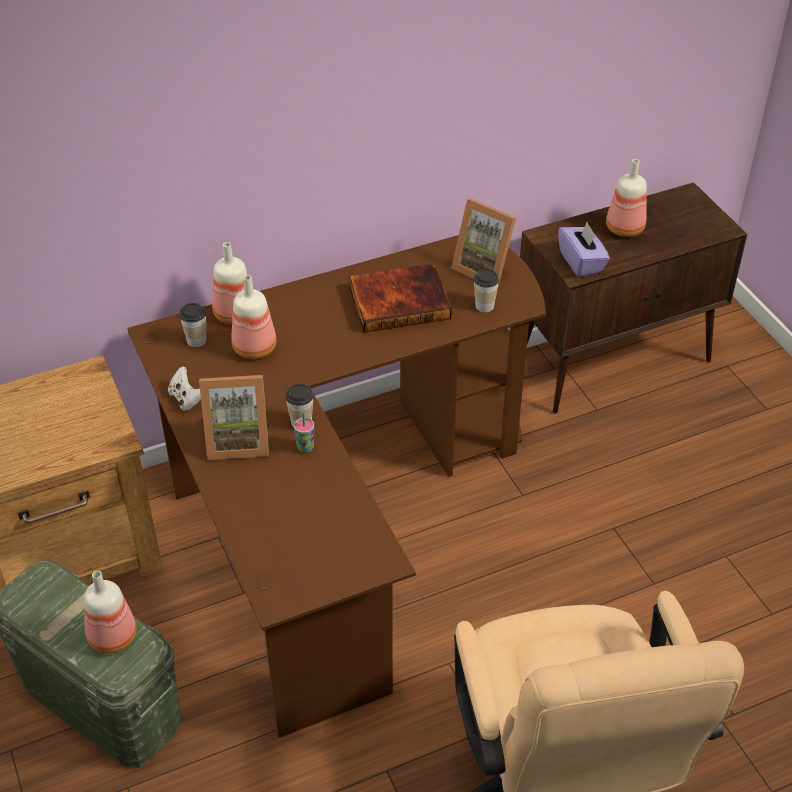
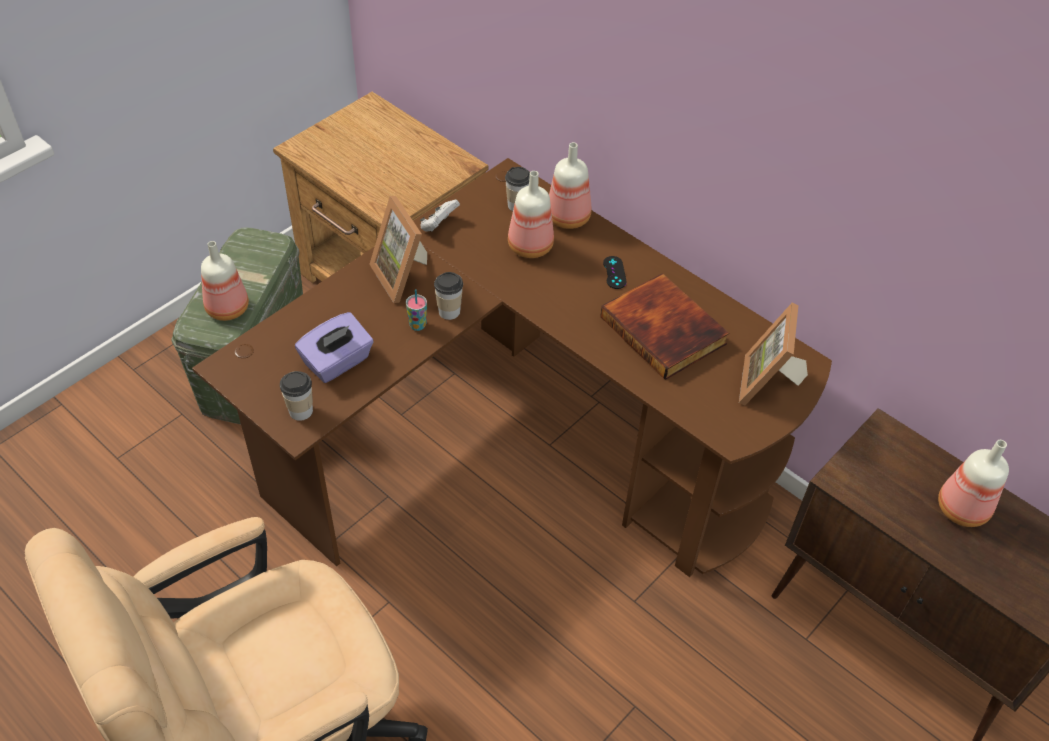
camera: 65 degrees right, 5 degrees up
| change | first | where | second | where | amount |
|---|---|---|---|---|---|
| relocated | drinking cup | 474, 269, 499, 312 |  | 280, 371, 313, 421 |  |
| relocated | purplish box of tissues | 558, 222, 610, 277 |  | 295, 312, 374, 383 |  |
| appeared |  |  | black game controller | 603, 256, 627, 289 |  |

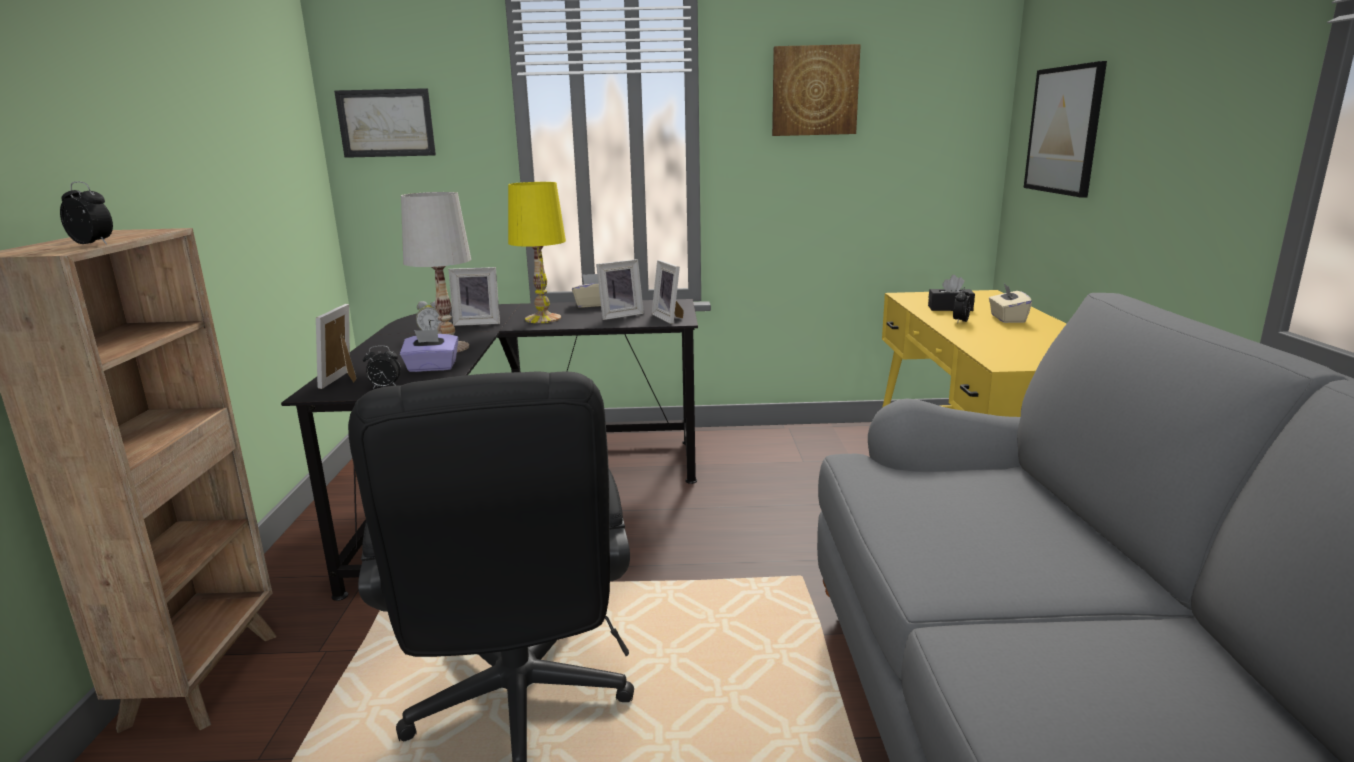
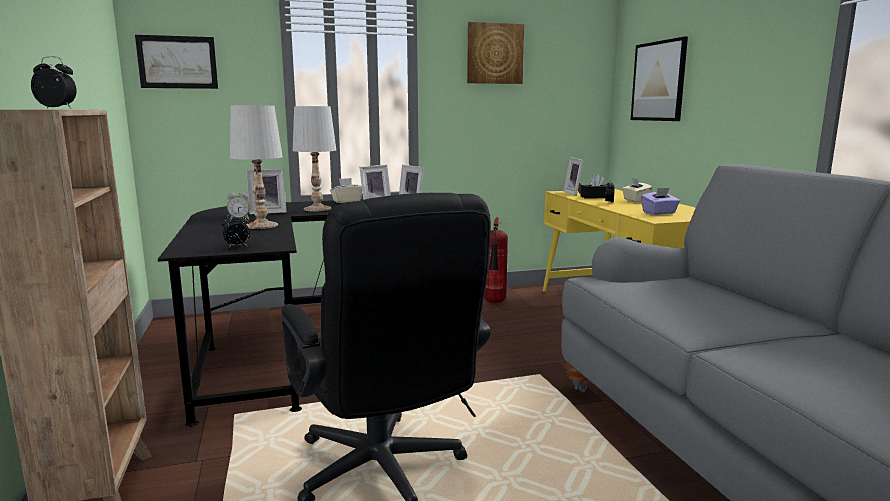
camera: 15 degrees left, 5 degrees down
| change | first | where | second | where | amount |
|---|---|---|---|---|---|
| colour | yellowish lamp for a table | 508, 182, 566, 323 | whitish lamp for a table | 293, 106, 336, 212 |  |
| appeared |  |  | fire extinguisher | 484, 217, 508, 303 |  |
| relocated | picture frame | 316, 304, 357, 389 |  | 564, 157, 584, 196 |  |
| relocated | purplish box of tissues | 400, 330, 458, 372 |  | 641, 188, 680, 215 |  |

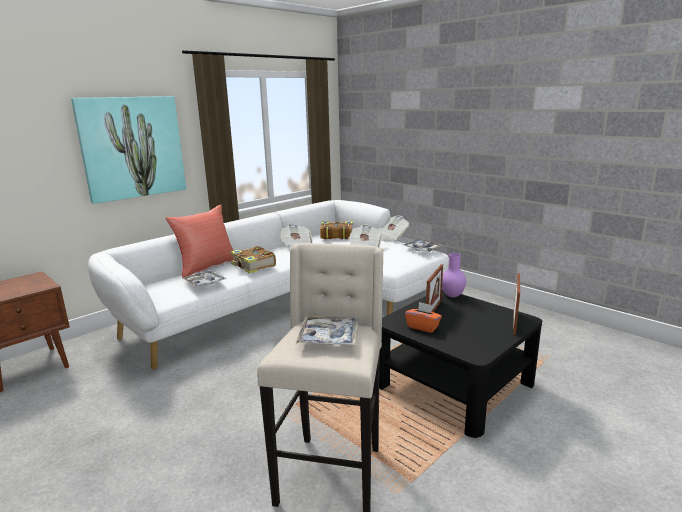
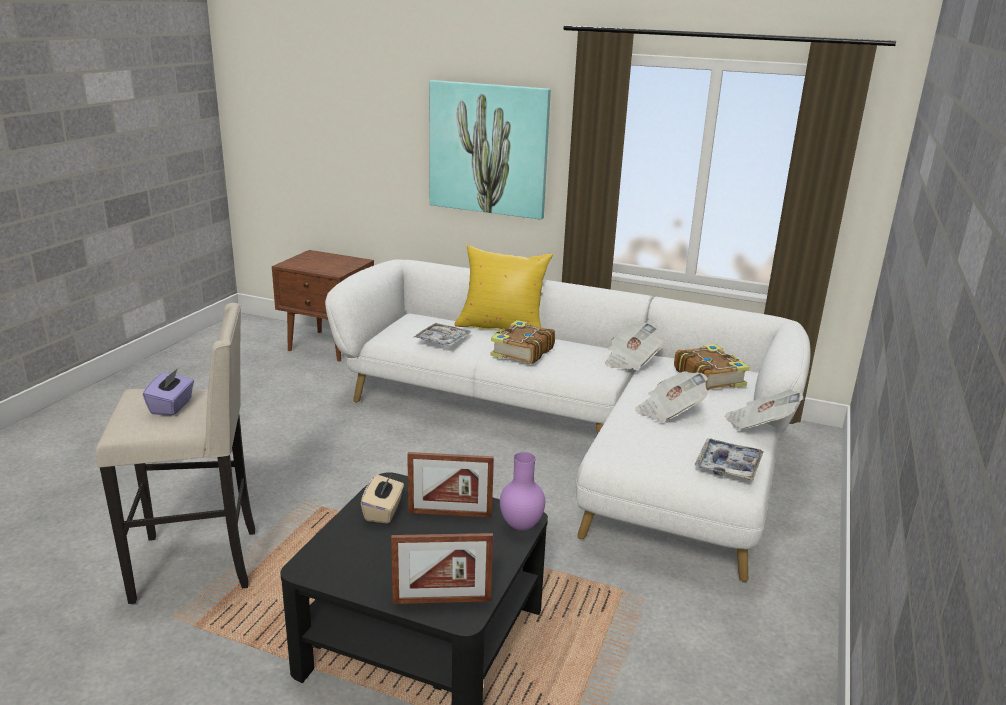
camera: 65 degrees right, 5 degrees up
| change | first | where | second | where | amount |
|---|---|---|---|---|---|
| exchanged | carrying tray | 296, 316, 358, 345 | purplish box of tissues | 143, 368, 194, 416 |  |
| colour | orange box of tissues | 405, 302, 442, 333 | beige box of tissues | 361, 475, 404, 523 |  |
| colour | reddish throw pillow | 165, 205, 234, 277 | yellowish throw pillow | 454, 245, 553, 329 |  |

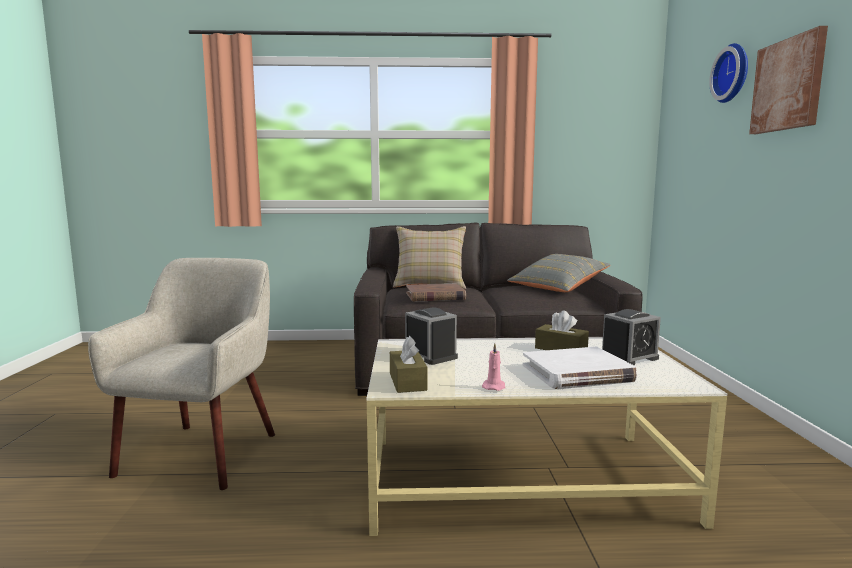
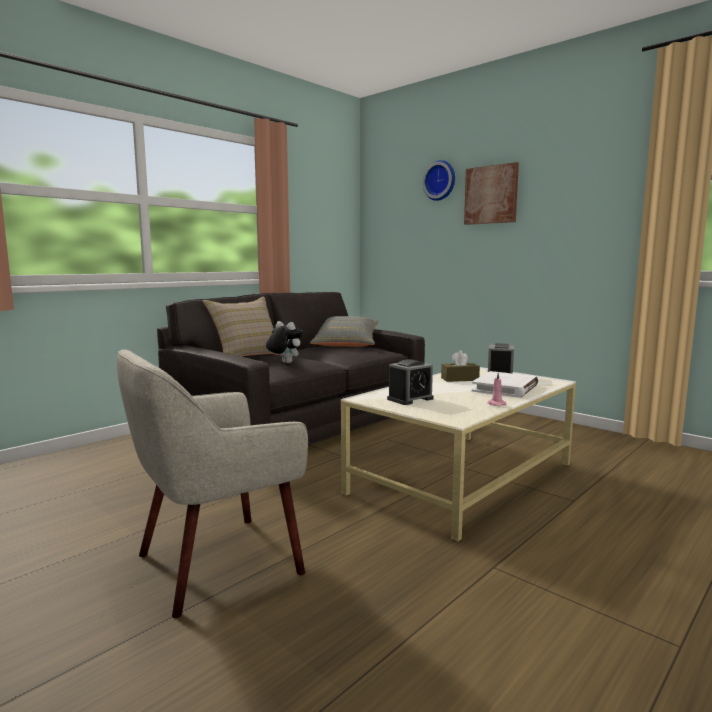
camera: 45 degrees left, 0 degrees up
| change | first | where | second | where | amount |
|---|---|---|---|---|---|
| spun | beige easy chair | 88, 258, 275, 490 |  | 117, 349, 308, 618 | 90 degrees counterclockwise |
| exchanged | brown-coloured book | 406, 283, 466, 301 | cuddly toy | 266, 321, 303, 363 |  |
| spun | alarm clock | 405, 307, 458, 365 |  | 387, 359, 433, 405 | 135 degrees clockwise |
| missing | brown-coloured box of tissues | 390, 336, 427, 393 |  |  |  |

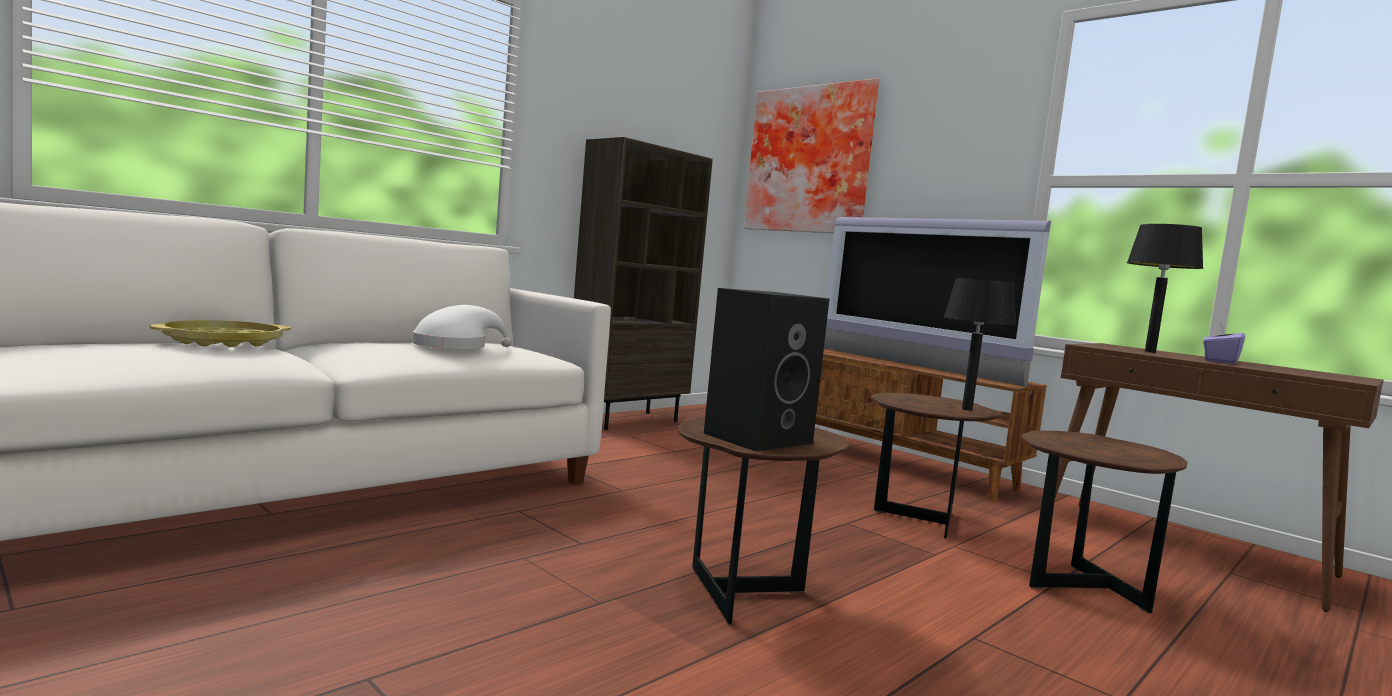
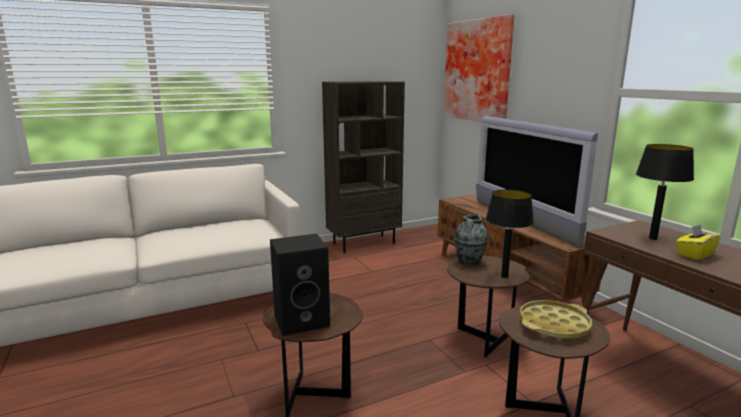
camera: 20 degrees right, 10 degrees up
| change | first | where | second | where | amount |
|---|---|---|---|---|---|
| appeared |  |  | decorative vase | 454, 214, 489, 266 |  |
| relocated | yellowish carrying tray | 150, 320, 291, 347 |  | 520, 300, 592, 340 |  |
| colour | purplish box of tissues | 1203, 322, 1245, 364 | yellowish box of tissues | 676, 224, 720, 261 |  |
| missing | whitish clothing hat | 412, 305, 512, 349 |  |  |  |

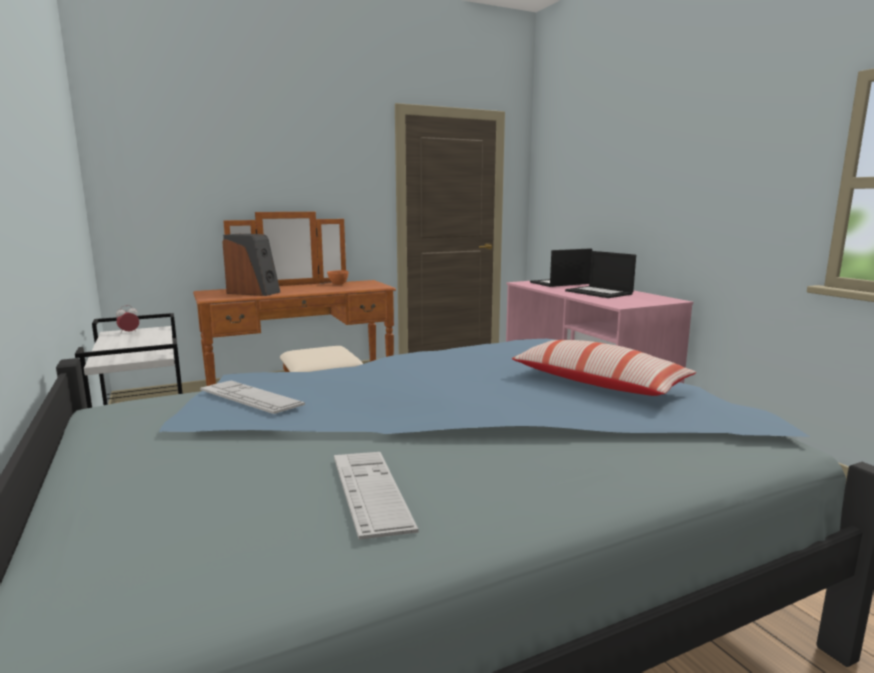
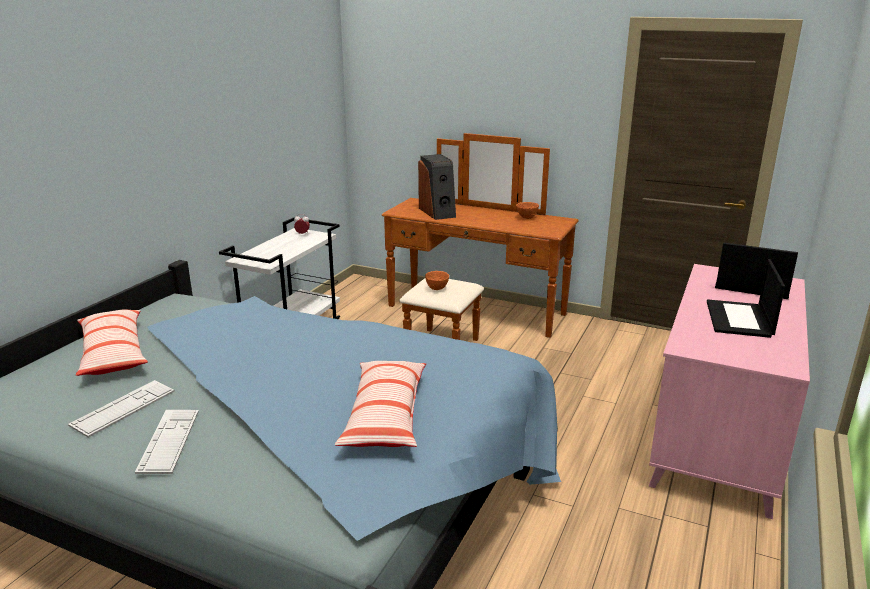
camera: 50 degrees right, 10 degrees up
| change | first | where | second | where | amount |
|---|---|---|---|---|---|
| appeared |  |  | throw pillow | 76, 309, 148, 376 |  |
| relocated | computer keyboard | 200, 381, 305, 414 |  | 135, 410, 199, 474 |  |
| appeared |  |  | orange deep dish | 425, 271, 449, 290 |  |

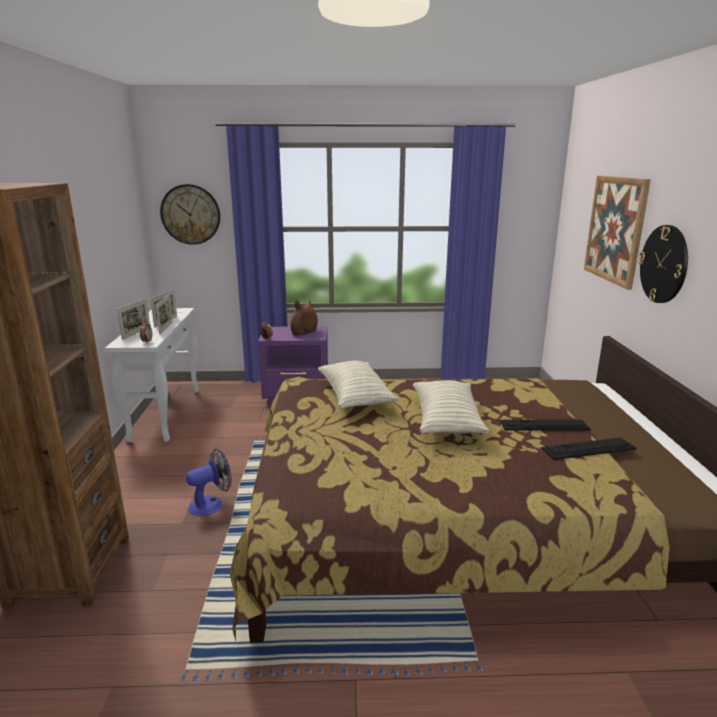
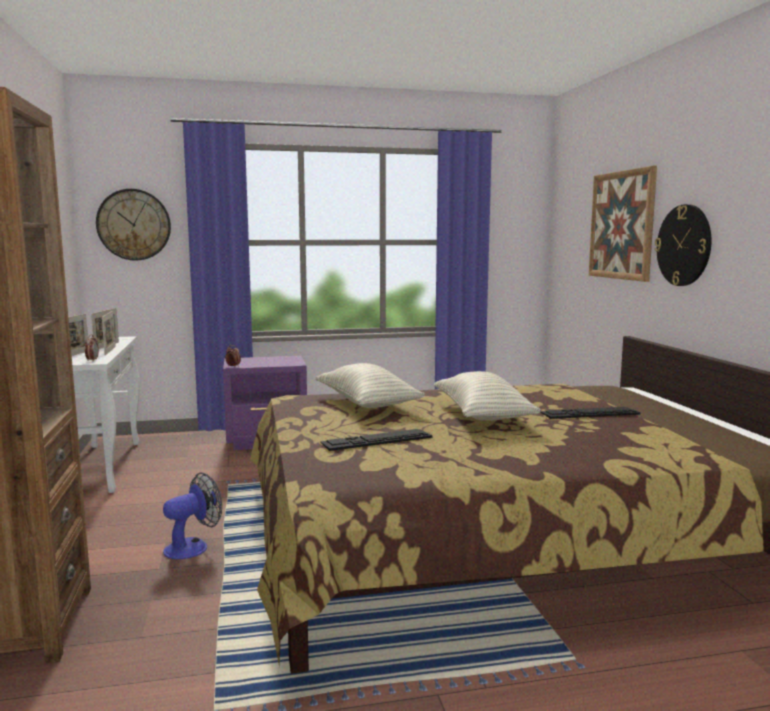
camera: 10 degrees left, 10 degrees down
| change | first | where | second | where | amount |
|---|---|---|---|---|---|
| relocated | computer keyboard | 541, 437, 637, 460 |  | 320, 429, 433, 451 |  |
| missing | brown-coloured decorative vase | 291, 300, 318, 336 |  |  |  |

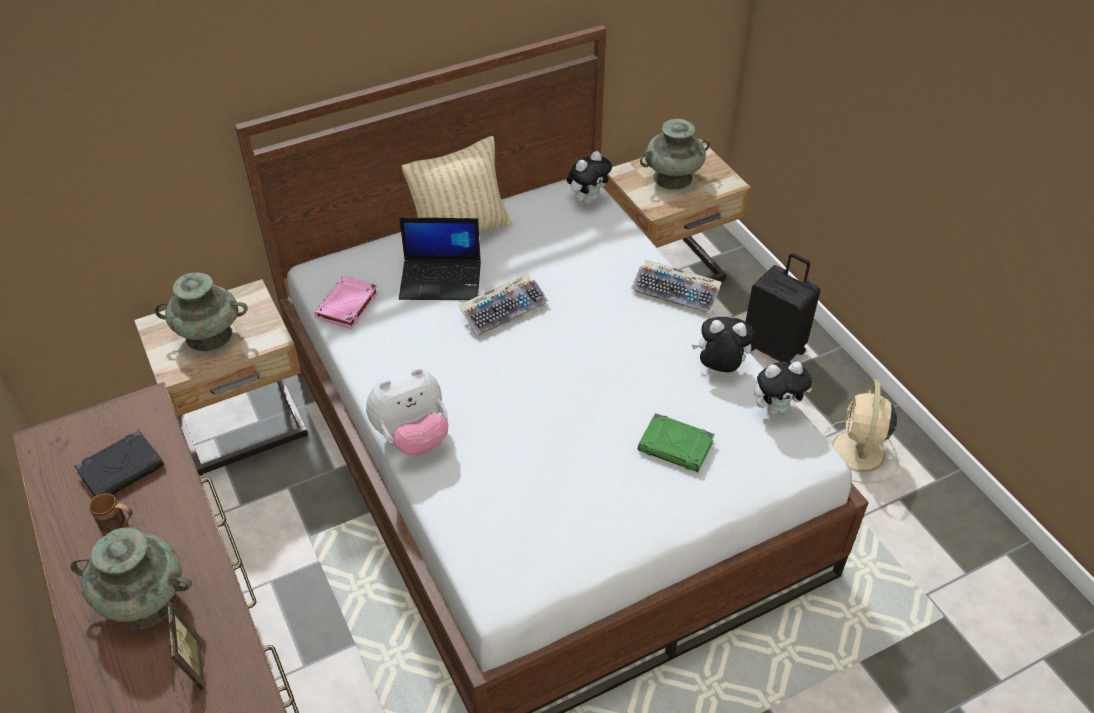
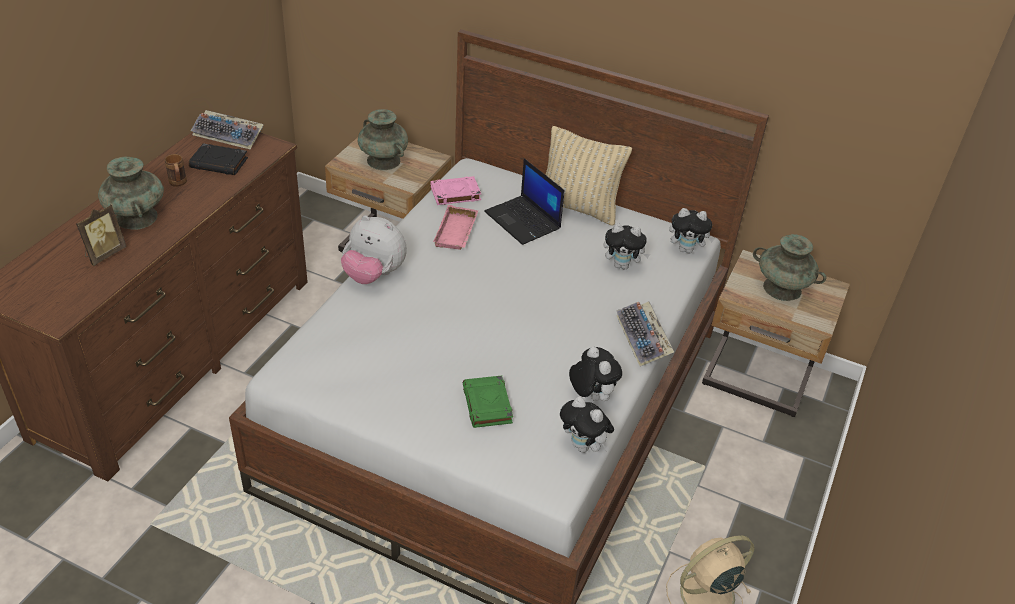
camera: 50 degrees right, 5 degrees down
| change | first | where | second | where | amount |
|---|---|---|---|---|---|
| relocated | computer keyboard | 458, 274, 548, 338 |  | 190, 110, 264, 150 |  |
| appeared |  |  | pinkish carrying tray | 433, 205, 478, 250 |  |
| appeared |  |  | cuddly toy | 603, 223, 650, 270 |  |
| missing | black piece of luggage | 745, 253, 821, 364 |  |  |  |

